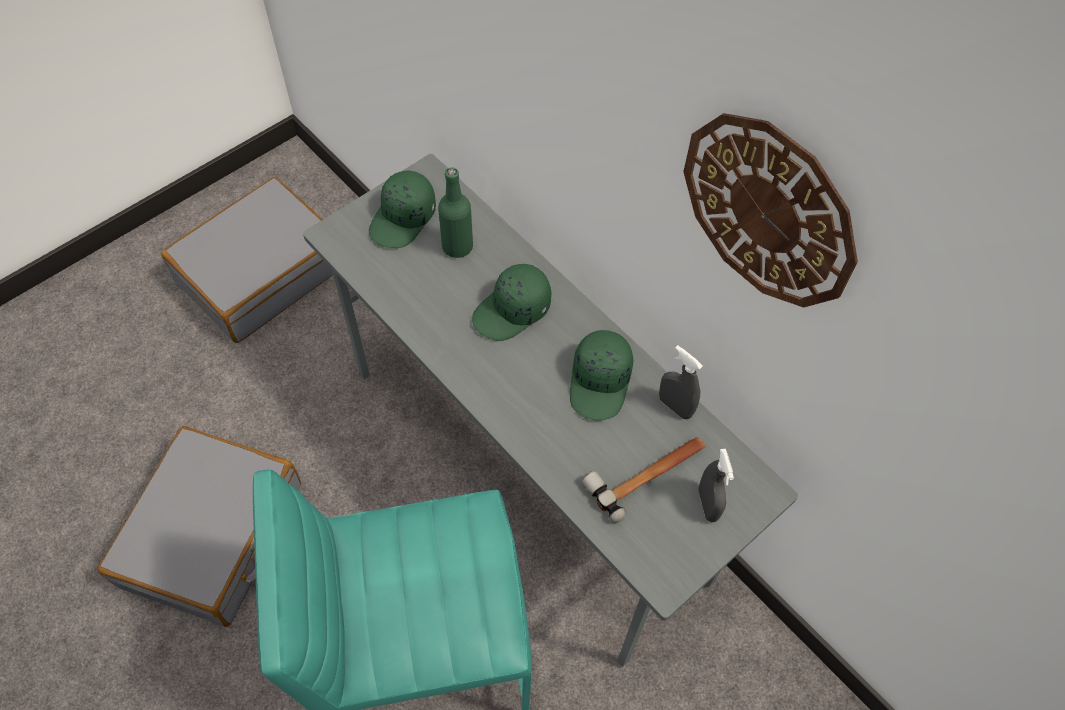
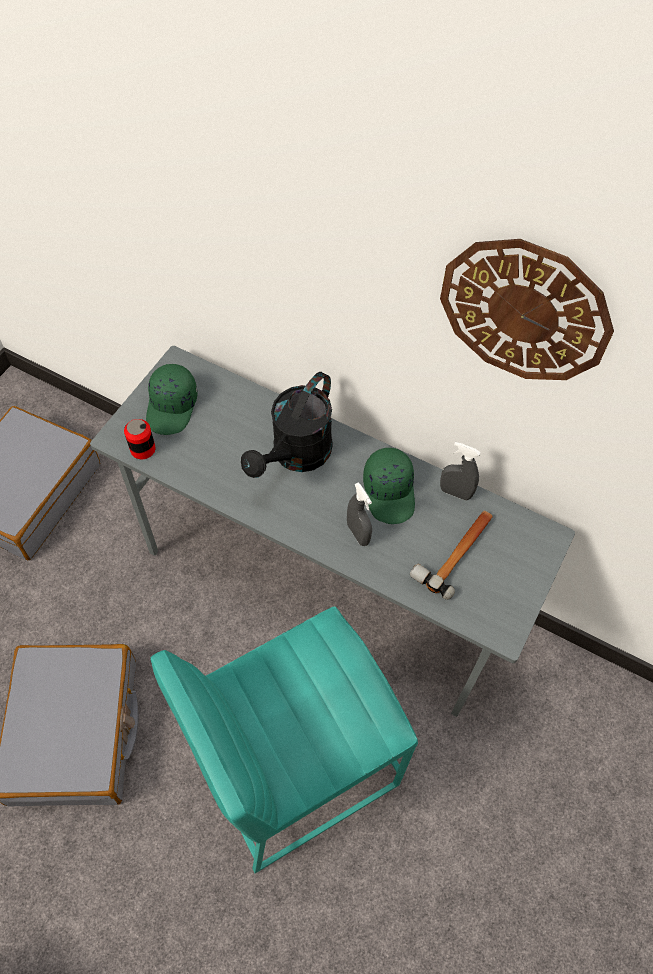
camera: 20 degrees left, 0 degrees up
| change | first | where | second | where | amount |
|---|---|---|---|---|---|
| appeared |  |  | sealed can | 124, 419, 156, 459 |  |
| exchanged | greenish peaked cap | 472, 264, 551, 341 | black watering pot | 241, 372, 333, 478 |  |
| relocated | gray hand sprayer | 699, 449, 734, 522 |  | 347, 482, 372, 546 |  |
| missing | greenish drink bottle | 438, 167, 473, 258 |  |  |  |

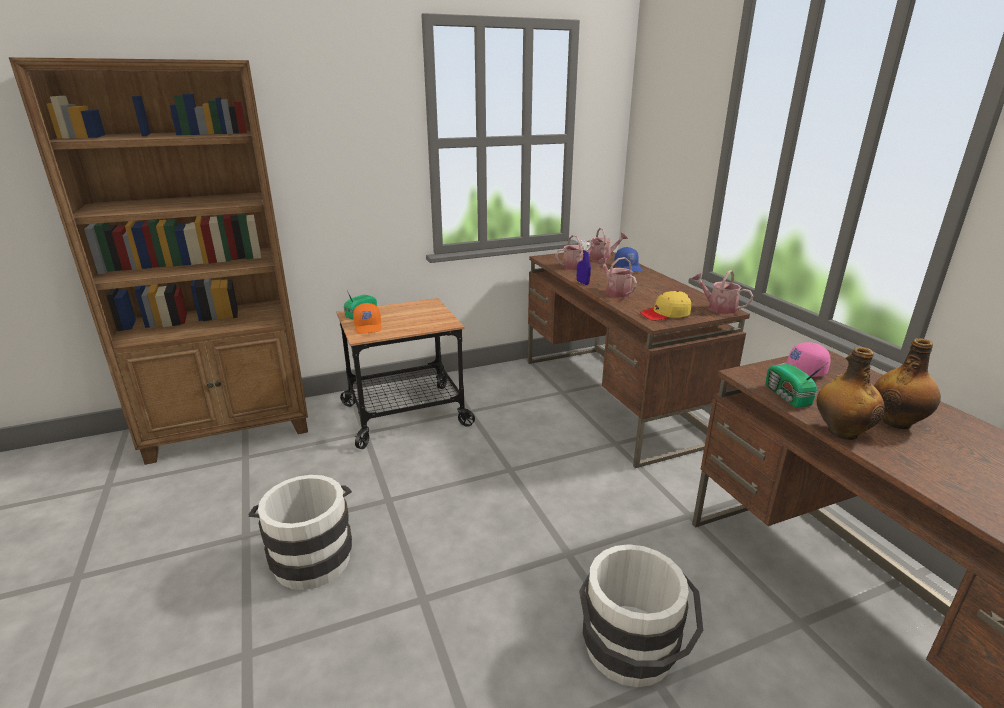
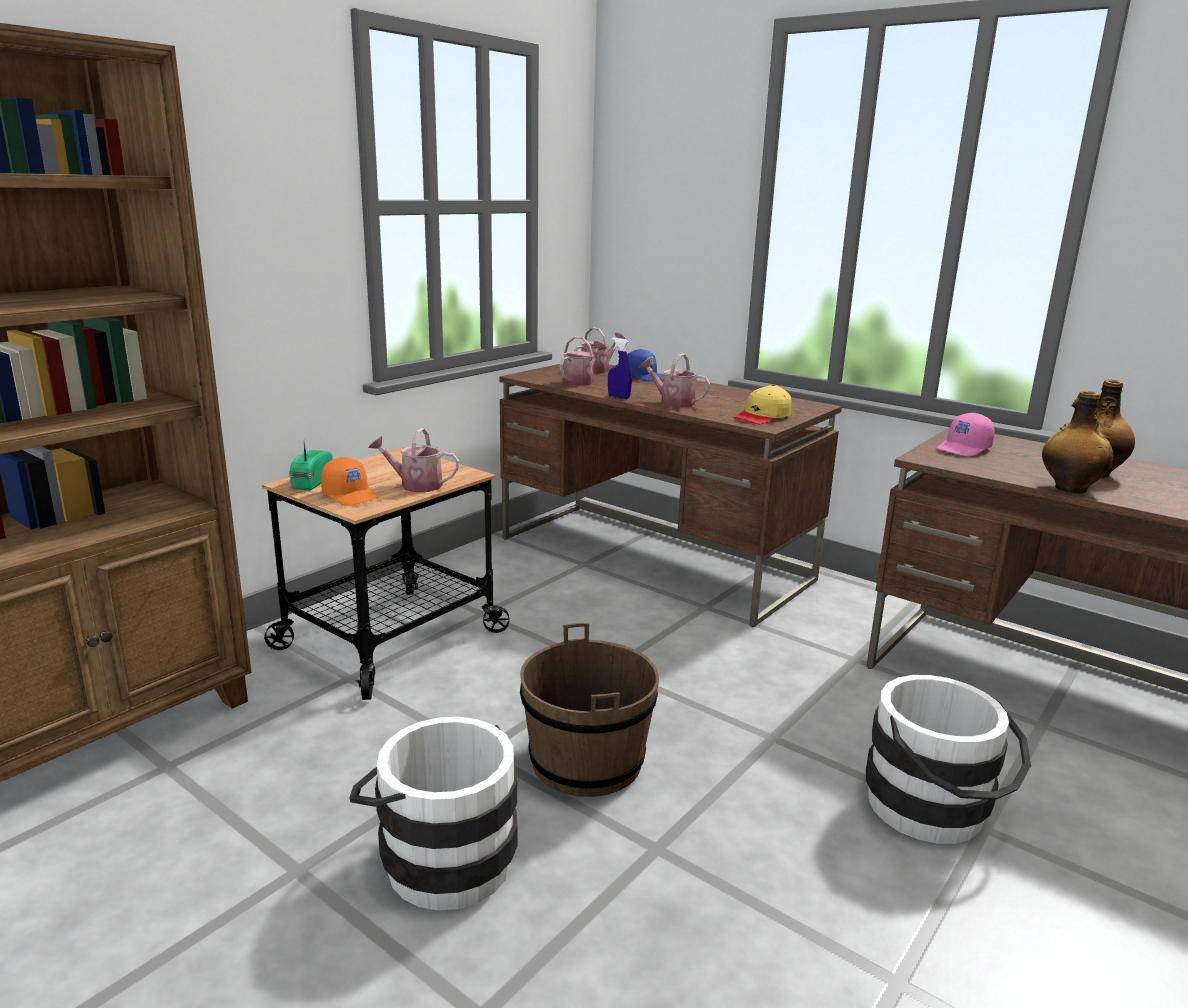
camera: 30 degrees left, 5 degrees down
| change | first | where | second | where | amount |
|---|---|---|---|---|---|
| relocated | watering pot | 691, 270, 753, 314 |  | 369, 428, 459, 492 |  |
| appeared |  |  | brown-coloured water bucket | 520, 623, 659, 797 |  |
| missing | radio receiver | 765, 362, 828, 407 |  |  |  |

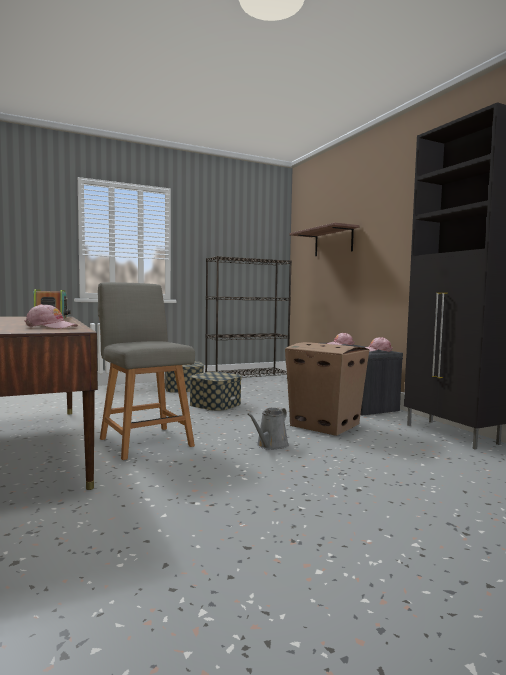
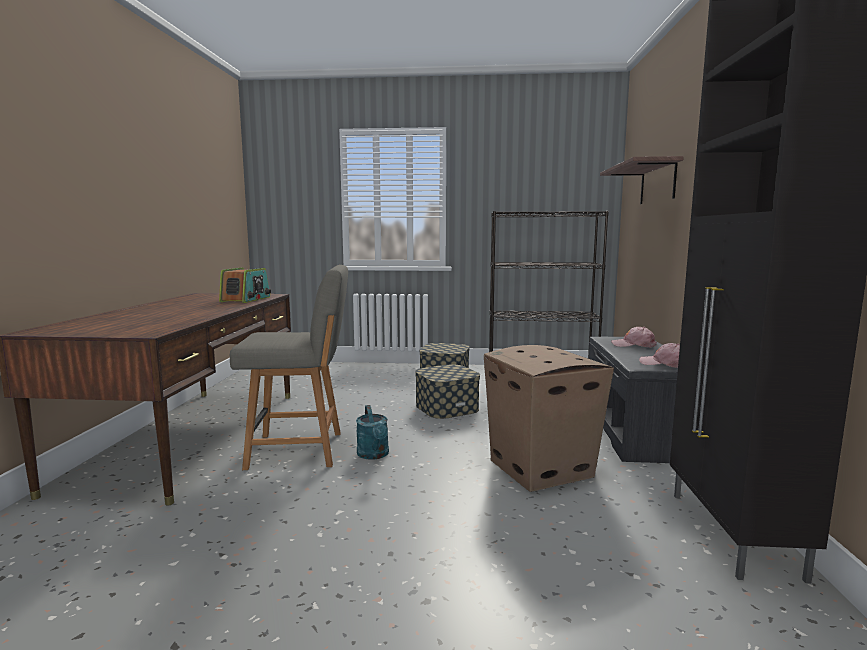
camera: 30 degrees right, 5 degrees up
| change | first | where | second | where | amount |
|---|---|---|---|---|---|
| spun | gray plain chair | 98, 282, 195, 460 |  | 230, 265, 348, 470 | 90 degrees clockwise |
| appeared |  |  | turquoise-coloured watering pot | 356, 405, 389, 460 |  |
| missing | pinkish peaked cap | 25, 304, 78, 329 |  |  |  |
| missing | gray watering pot | 247, 408, 289, 450 |  |  |  |

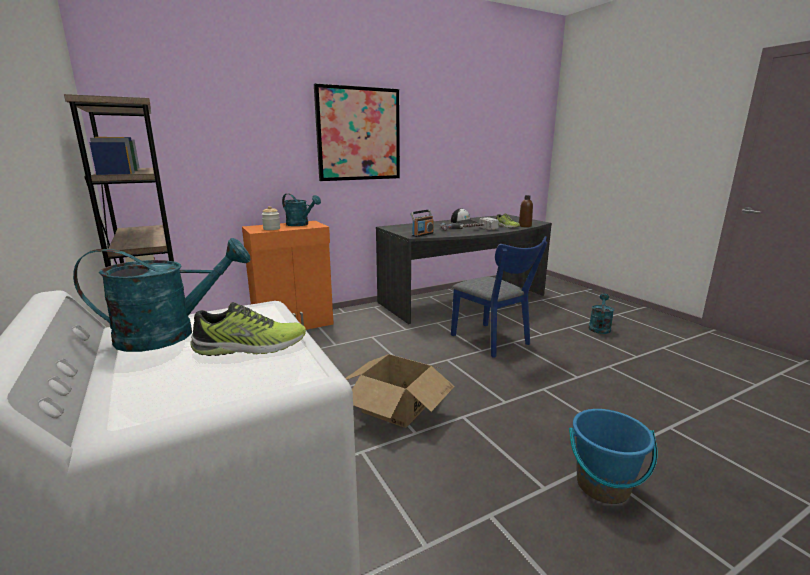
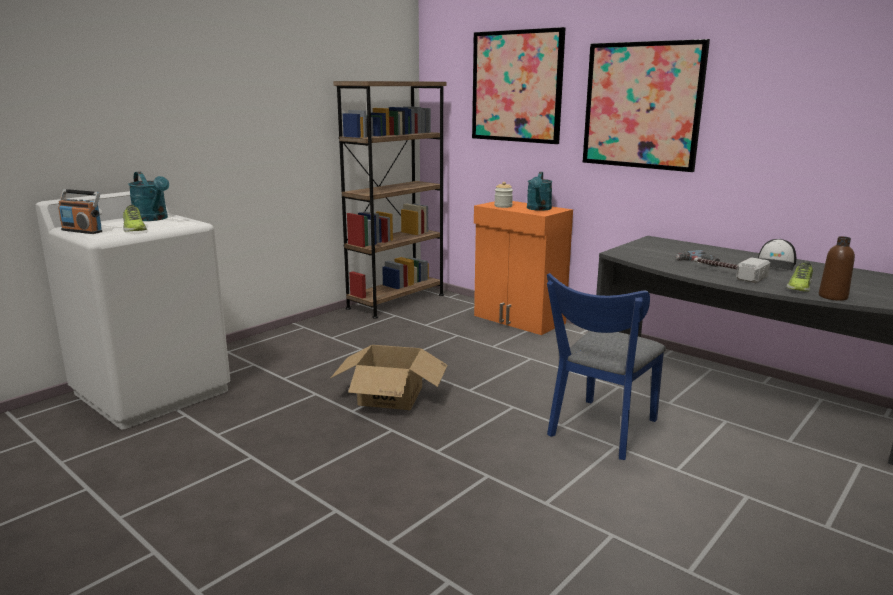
camera: 70 degrees right, 0 degrees up
| change | first | where | second | where | amount |
|---|---|---|---|---|---|
| relocated | radio receiver | 410, 209, 434, 237 |  | 58, 189, 102, 234 |  |
| appeared |  |  | wall art | 472, 27, 566, 144 |  |
| missing | blue water bucket | 569, 409, 658, 504 |  |  |  |
| missing | turquoise-coloured watering pot | 588, 294, 614, 334 |  |  |  |

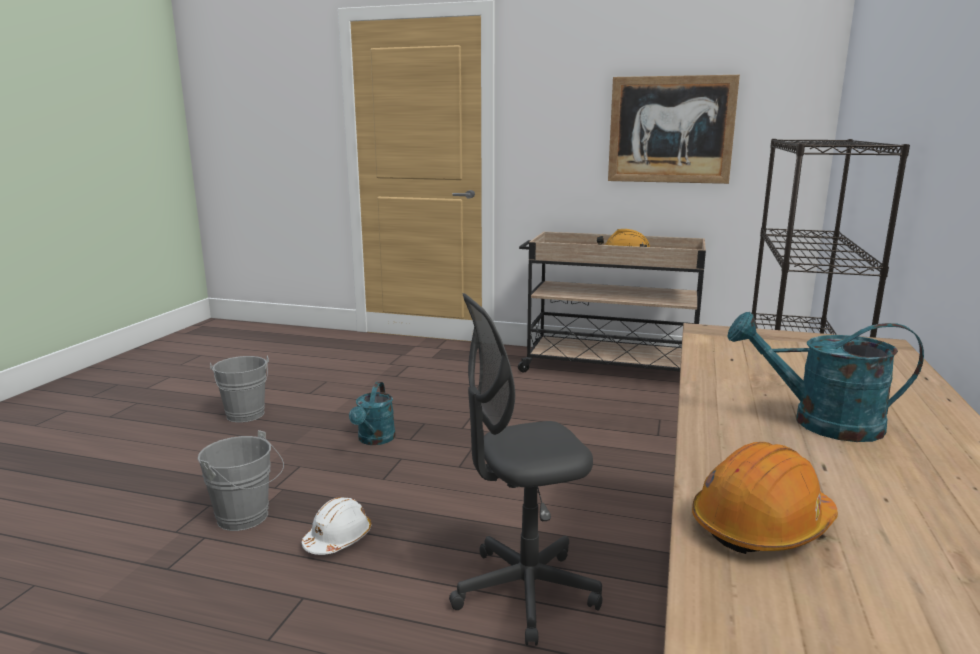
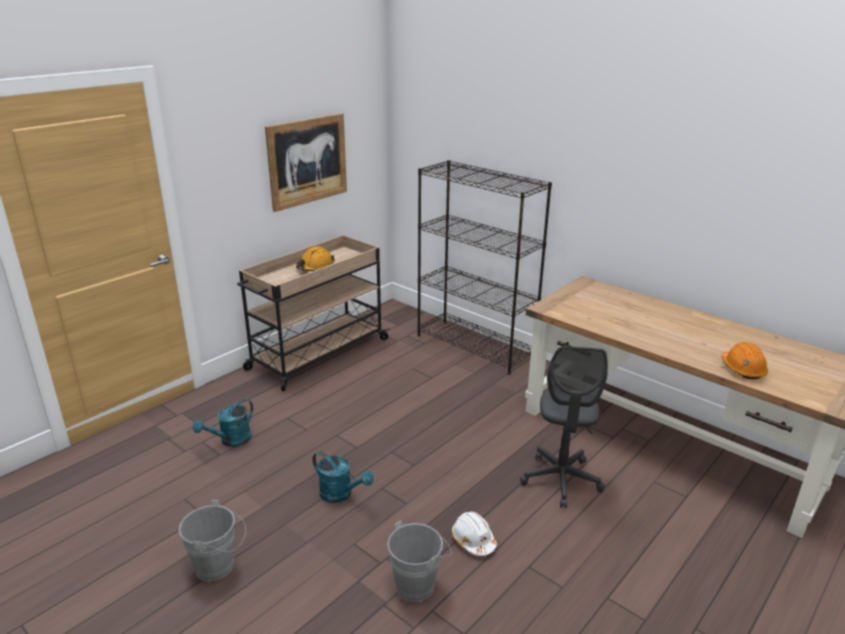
camera: 65 degrees left, 10 degrees up
| change | first | where | second | where | amount |
|---|---|---|---|---|---|
| relocated | turquoise-coloured watering pot | 727, 312, 924, 442 |  | 193, 398, 253, 447 |  |

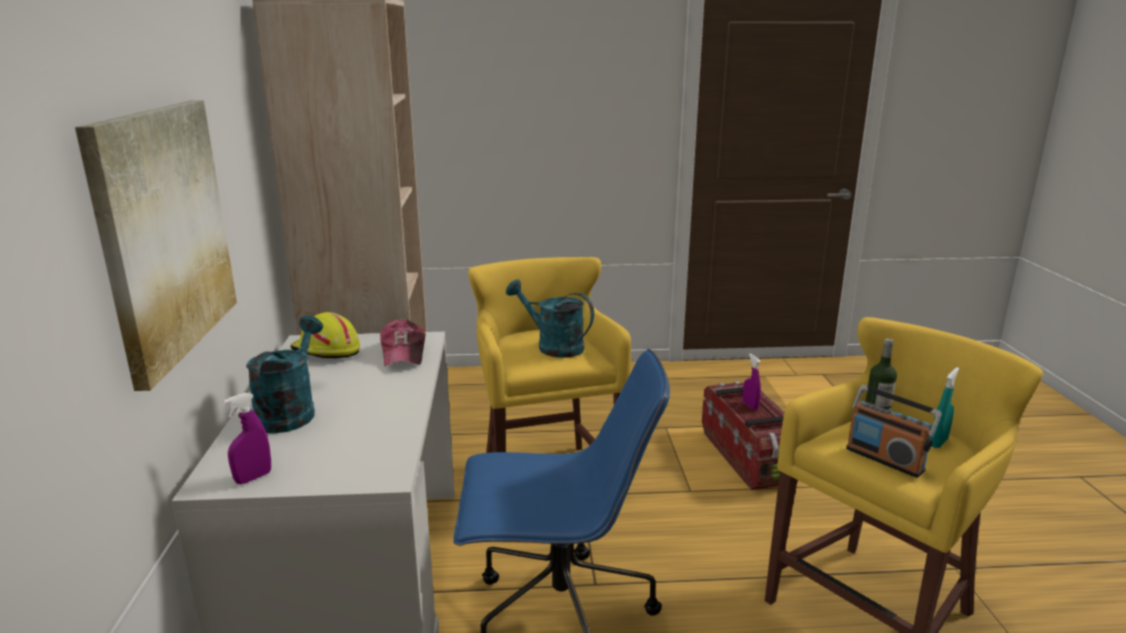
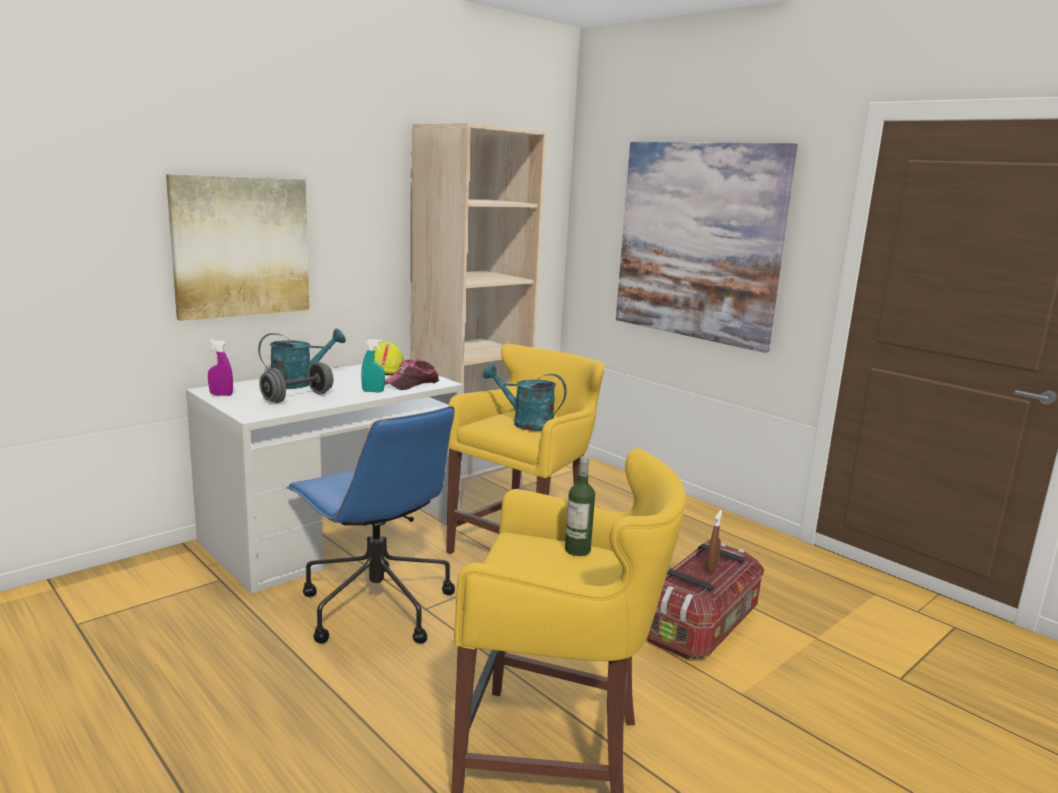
camera: 50 degrees right, 5 degrees down
| change | first | where | second | where | amount |
|---|---|---|---|---|---|
| appeared |  |  | gray free weight | 259, 361, 334, 403 |  |
| relocated | turquoise-coloured hand sprayer | 931, 367, 959, 448 |  | 361, 339, 385, 392 |  |
| spun | turquoise-coloured watering pot | 506, 279, 594, 358 |  | 483, 364, 567, 431 | 60 degrees counterclockwise |
| appeared |  |  | wall art | 616, 142, 798, 353 |  |
| colour | purplish hand sprayer | 743, 354, 761, 410 | brown-coloured hand sprayer | 706, 510, 722, 573 |  |
| missing | radio receiver | 846, 385, 942, 478 |  |  |  |

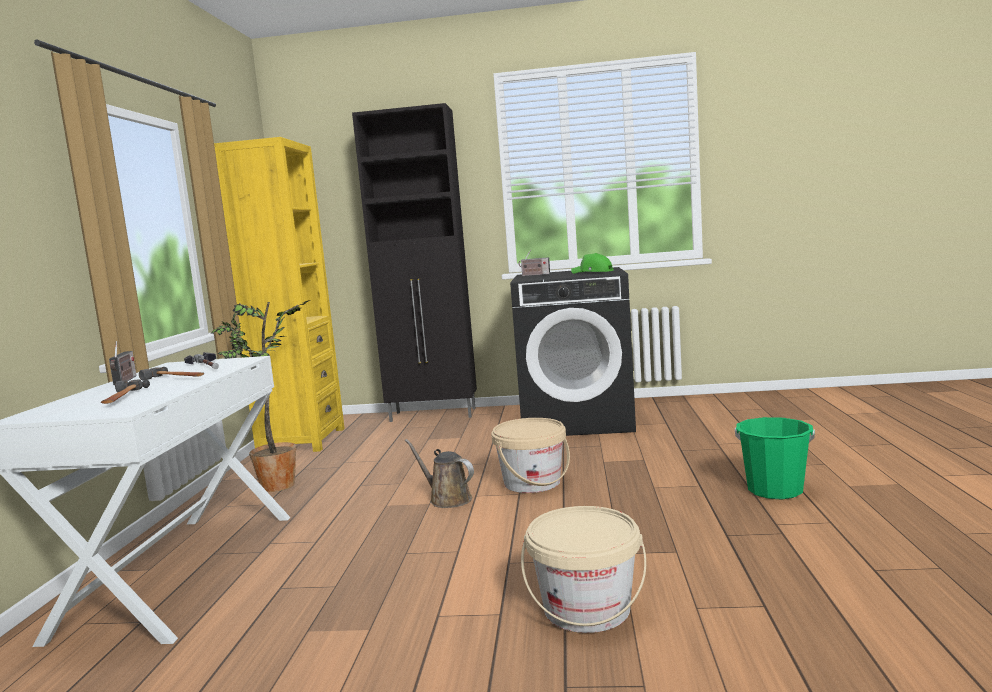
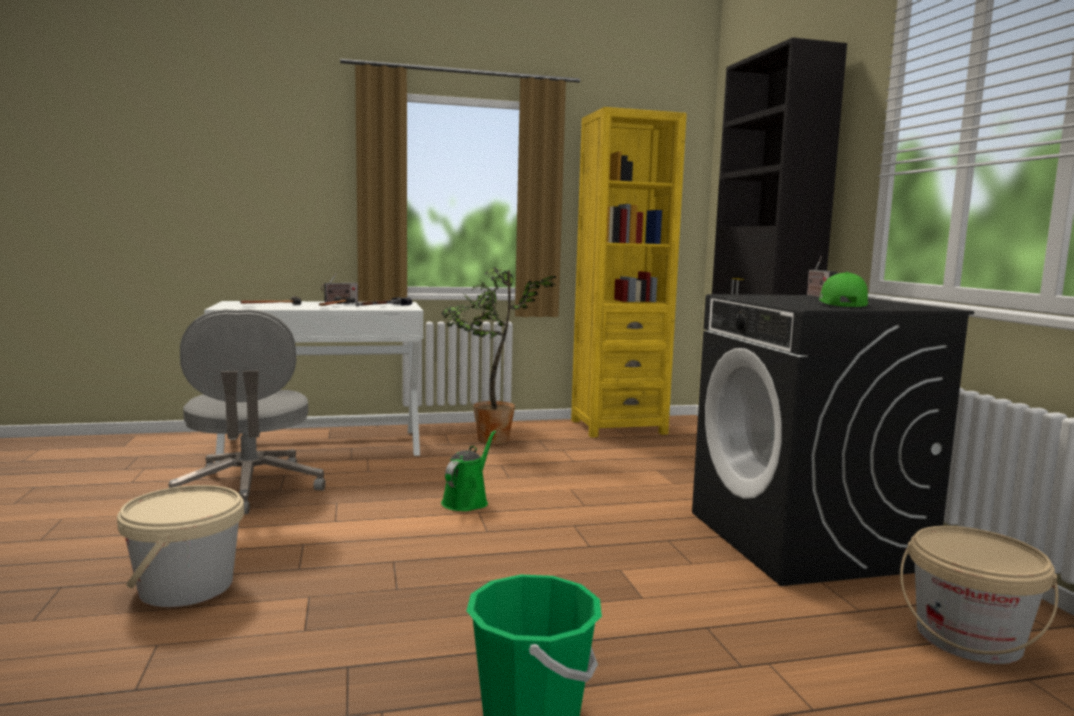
camera: 70 degrees right, 0 degrees up
| change | first | where | second | where | amount |
|---|---|---|---|---|---|
| appeared |  |  | gray computer chair | 168, 309, 326, 514 |  |
| colour | brown-coloured watering pot | 405, 439, 474, 508 | greenish watering pot | 441, 430, 496, 511 |  |
| relocated | beige water bucket | 491, 418, 570, 493 |  | 900, 526, 1058, 664 |  |

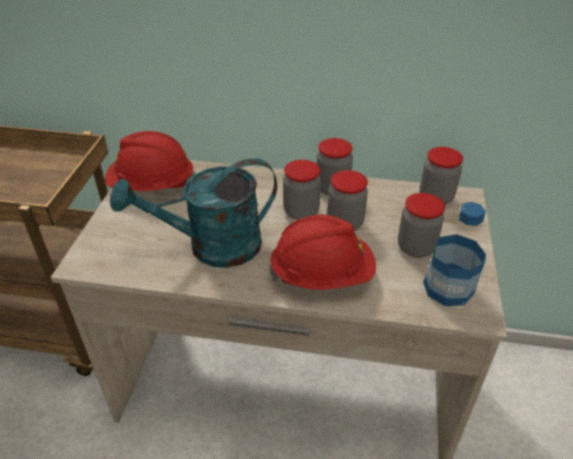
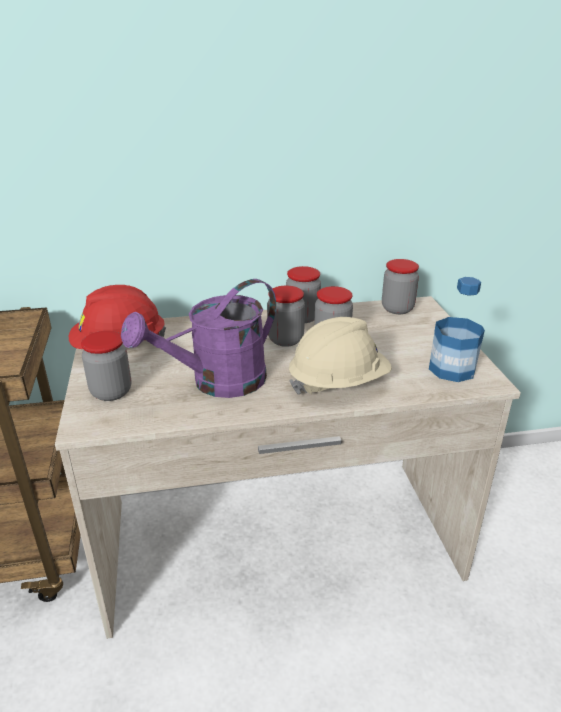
camera: 20 degrees left, 10 degrees down
| change | first | where | second | where | amount |
|---|---|---|---|---|---|
| relocated | jar | 398, 193, 445, 258 |  | 81, 331, 131, 401 |  |
| colour | turquoise-coloured watering pot | 110, 158, 277, 268 | purplish watering pot | 121, 279, 276, 398 |  |
| colour | reddish work helmet | 269, 214, 376, 290 | beige work helmet | 289, 317, 392, 395 |  |

